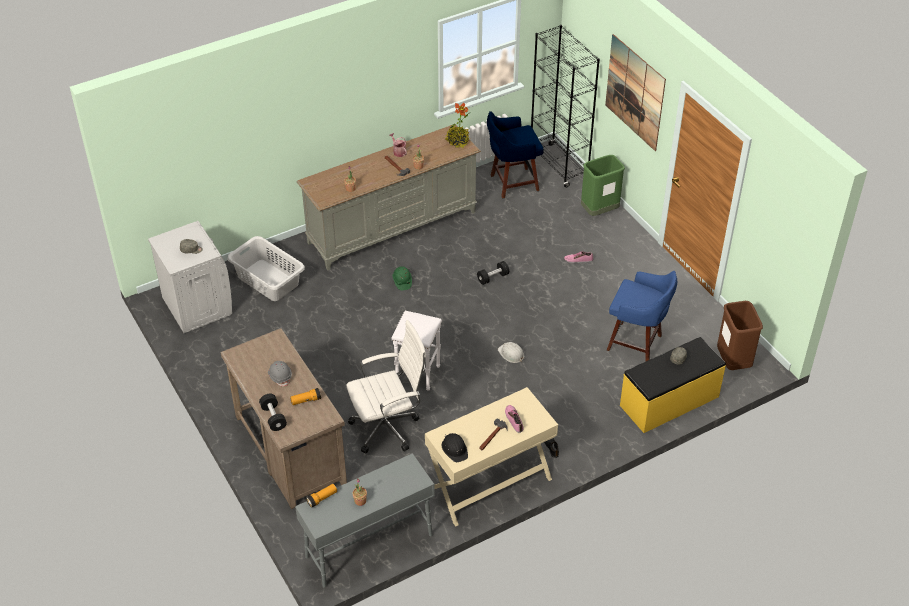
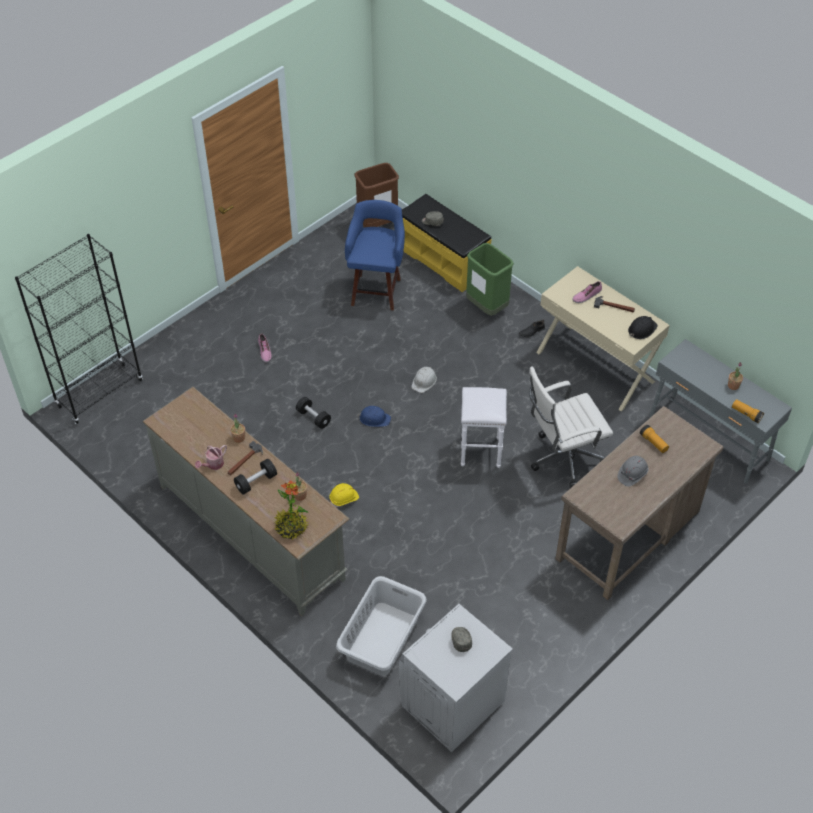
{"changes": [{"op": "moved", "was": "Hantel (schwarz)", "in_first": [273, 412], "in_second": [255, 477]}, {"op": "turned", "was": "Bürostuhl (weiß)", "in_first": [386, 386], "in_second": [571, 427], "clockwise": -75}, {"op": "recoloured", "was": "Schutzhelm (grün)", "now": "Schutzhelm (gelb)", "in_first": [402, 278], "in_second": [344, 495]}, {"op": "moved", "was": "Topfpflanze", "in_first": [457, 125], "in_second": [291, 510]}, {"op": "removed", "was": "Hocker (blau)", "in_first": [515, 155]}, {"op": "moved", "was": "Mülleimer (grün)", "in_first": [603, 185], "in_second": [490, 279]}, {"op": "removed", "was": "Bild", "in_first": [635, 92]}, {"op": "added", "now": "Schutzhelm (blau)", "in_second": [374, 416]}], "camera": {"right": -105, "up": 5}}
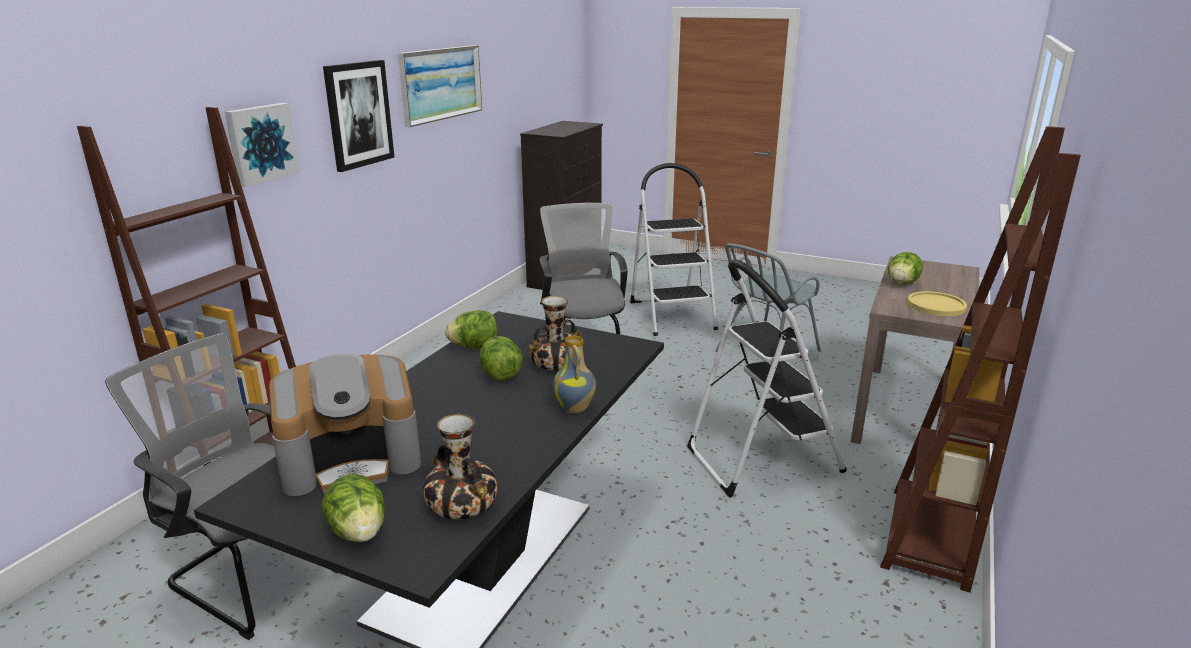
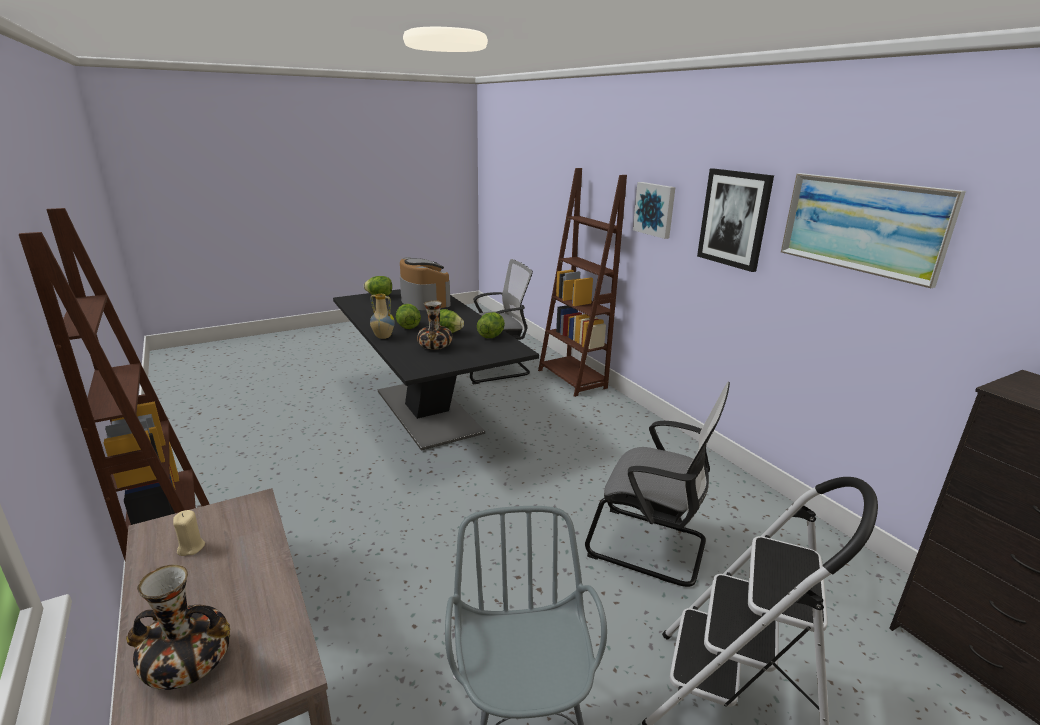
{"changes": [{"op": "turned", "was": "Kaffeemaschine", "in_first": [345, 425], "in_second": [425, 283], "clockwise": 135}, {"op": "moved", "was": "Vase", "in_first": [460, 466], "in_second": [178, 627]}, {"op": "removed", "was": "Trittleiter", "in_first": [767, 378]}, {"op": "moved", "was": "Salatkopf", "in_first": [905, 268], "in_second": [408, 316]}, {"op": "replaced", "was": "Teller (gelb)", "now": "Kerze (beige)", "in_first": [937, 303], "in_second": [189, 533]}], "camera": {"right": 125, "up": 0}}
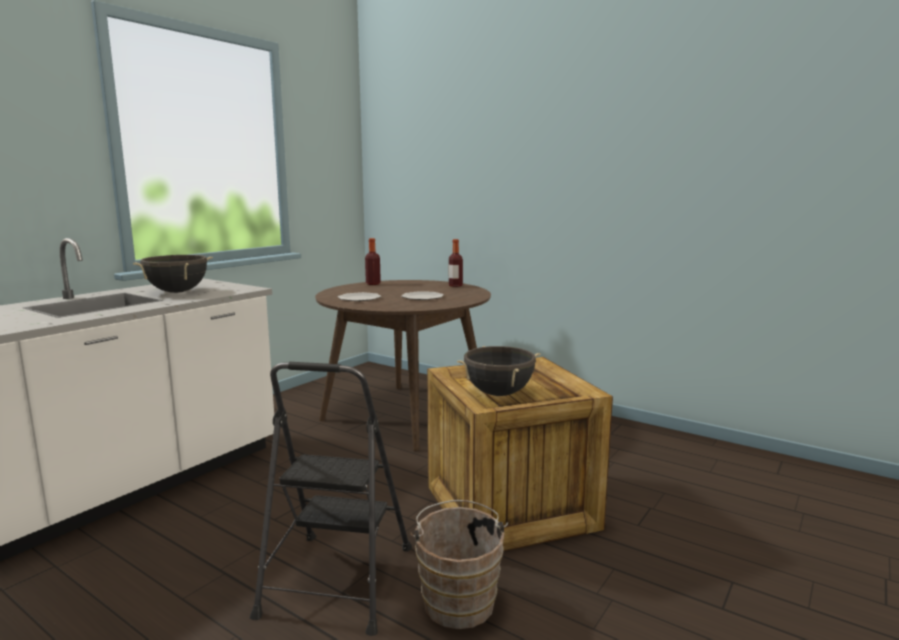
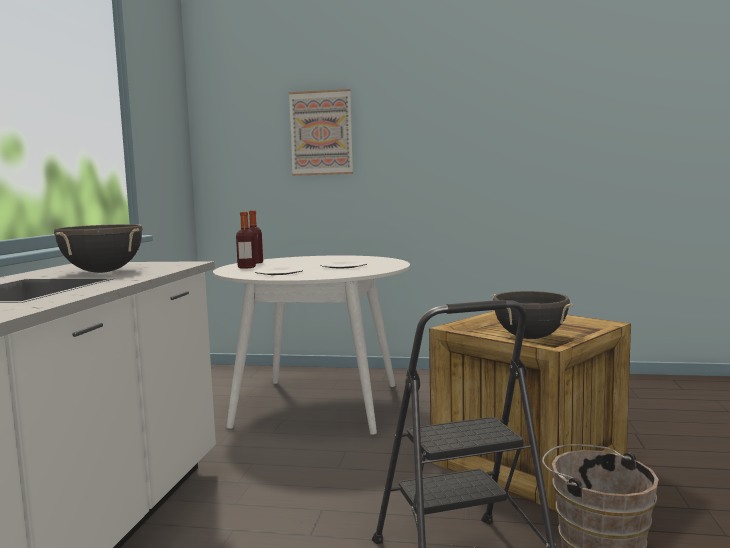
{"changes": [{"op": "recoloured", "was": "Esstisch (braun)", "now": "Esstisch (weiß)", "in_first": [403, 365], "in_second": [311, 345]}, {"op": "moved", "was": "Flasche", "in_first": [456, 263], "in_second": [246, 240]}, {"op": "added", "now": "Bild", "in_second": [321, 132]}], "camera": {"right": -25, "up": -5}}
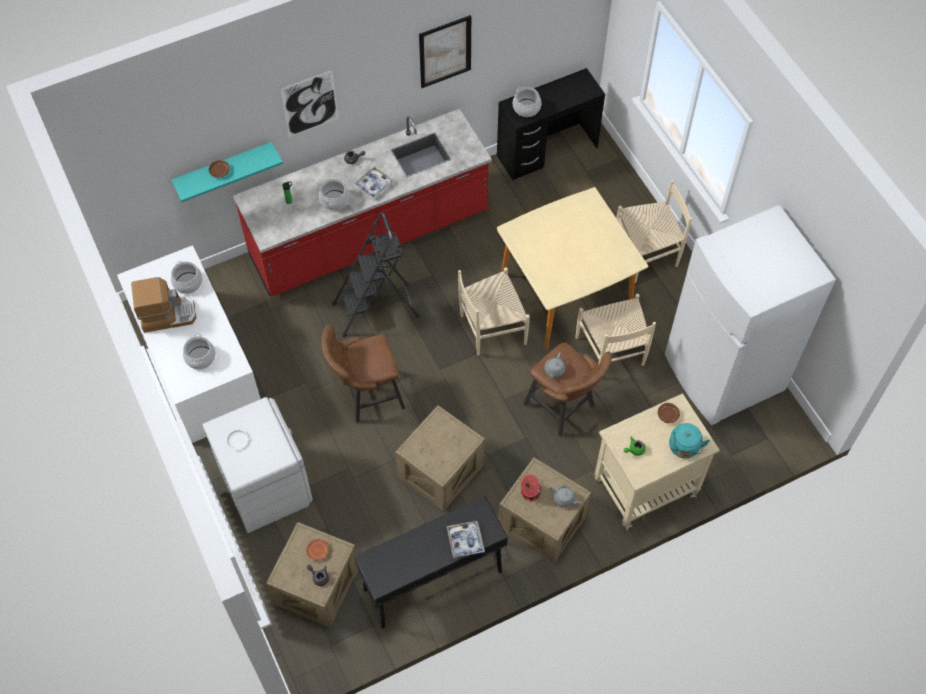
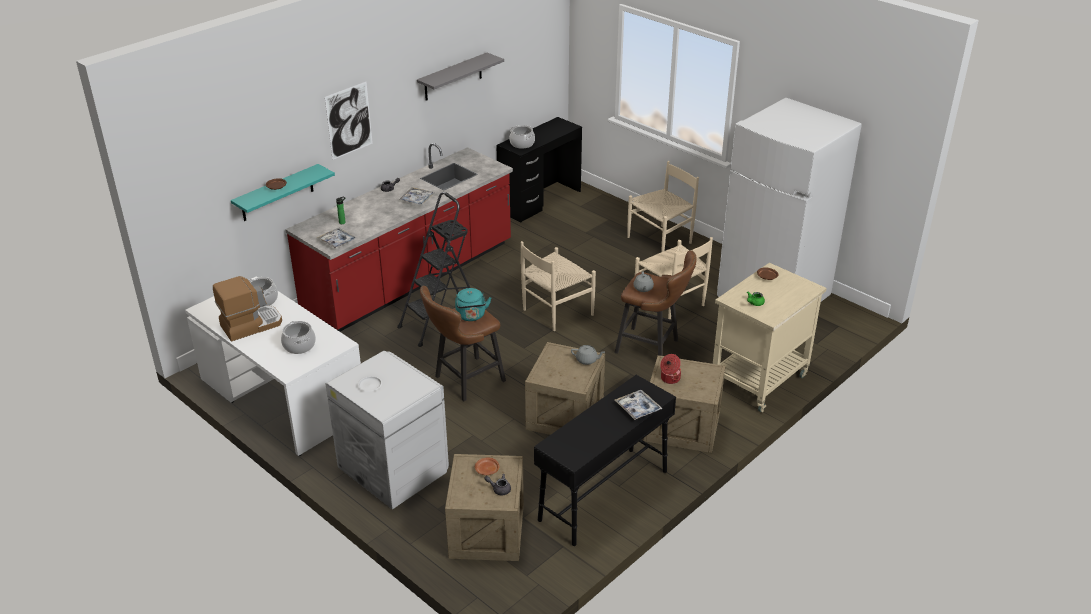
{"changes": [{"op": "removed", "was": "Kochtopf", "in_first": [334, 194]}, {"op": "replaced", "was": "Bild", "now": "Wandregal (grau)", "in_first": [445, 51], "in_second": [460, 77]}, {"op": "removed", "was": "Esstisch (beige)", "in_first": [573, 268]}, {"op": "moved", "was": "Teekanne (grau)", "in_first": [565, 497], "in_second": [588, 355]}, {"op": "moved", "was": "Wasserkessel (türkis)", "in_first": [689, 440], "in_second": [473, 304]}, {"op": "added", "now": "Tablett", "in_second": [336, 238]}], "camera": {"right": -20, "up": -25}}
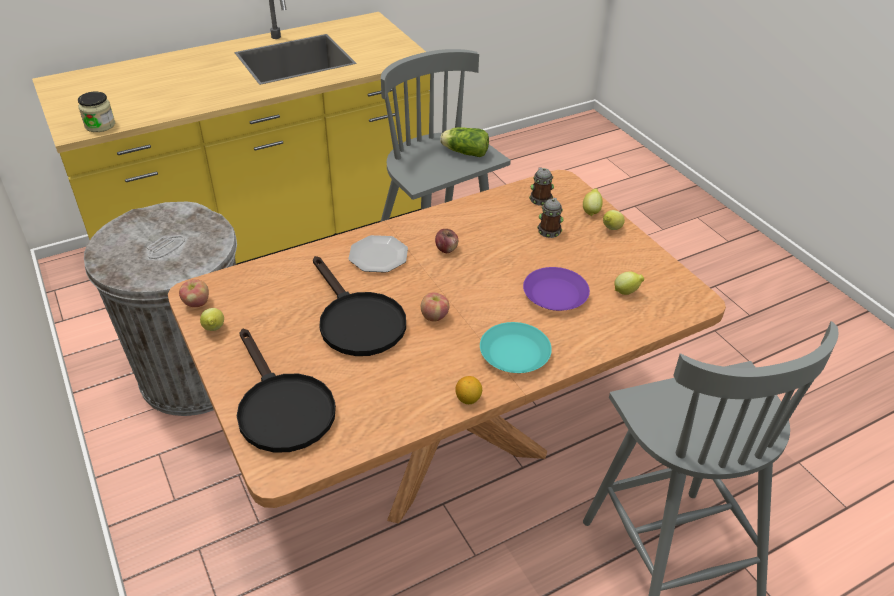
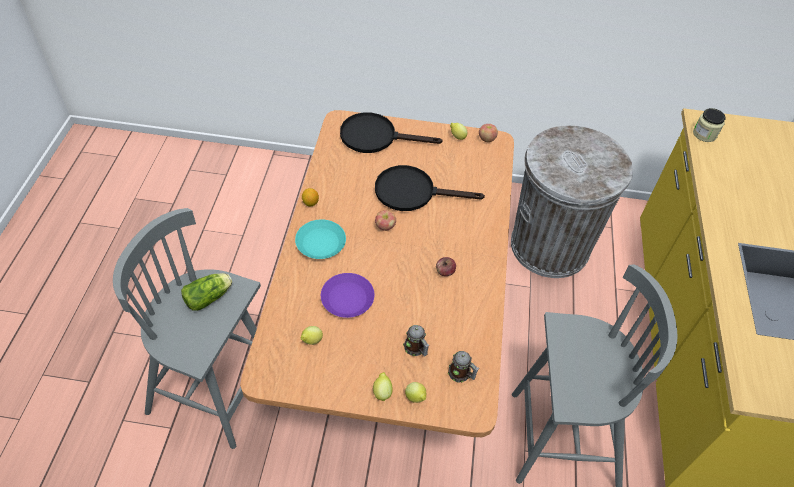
{"changes": [{"op": "removed", "was": "Teller", "in_first": [378, 254]}, {"op": "moved", "was": "Salatkopf", "in_first": [464, 142], "in_second": [206, 292]}], "camera": {"right": 125, "up": 10}}
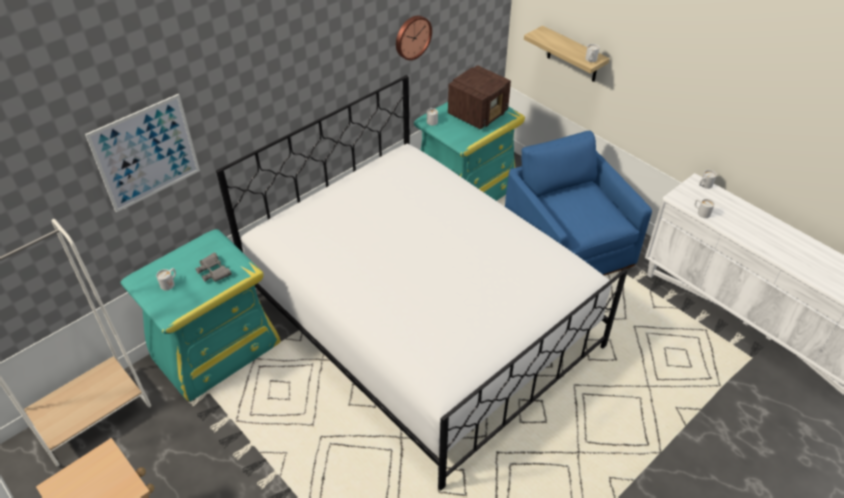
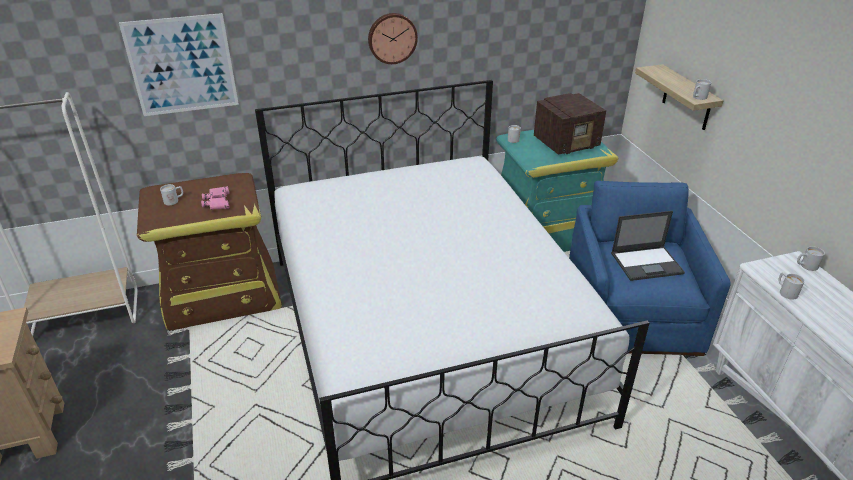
{"changes": [{"op": "recoloured", "was": "Nachttisch (türkis)", "now": "Nachttisch (braun)", "in_first": [200, 315], "in_second": [209, 251]}, {"op": "recoloured", "was": "Fernglas (grau)", "now": "Fernglas (rosa)", "in_first": [213, 267], "in_second": [215, 198]}, {"op": "moved", "was": "Wanduhr", "in_first": [414, 38], "in_second": [393, 38]}, {"op": "added", "now": "Laptop", "in_second": [648, 246]}], "camera": {"right": 25, "up": -10}}
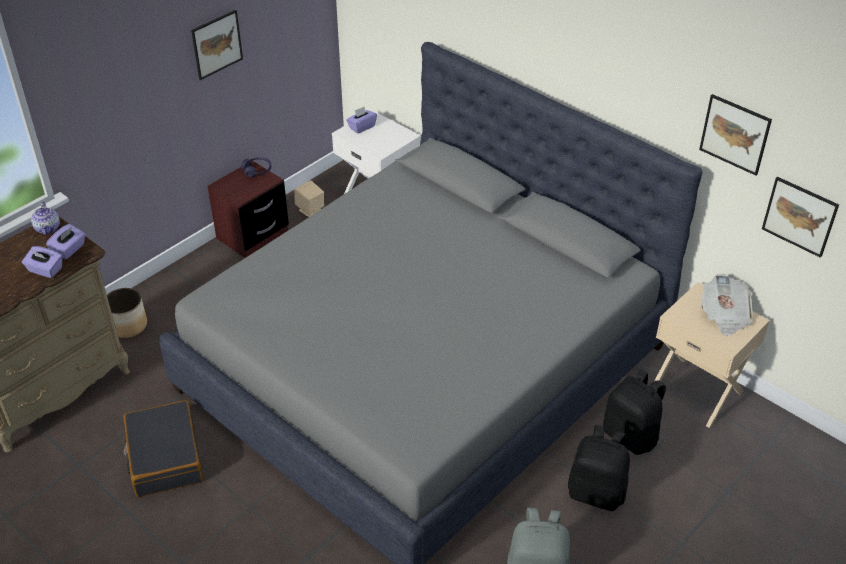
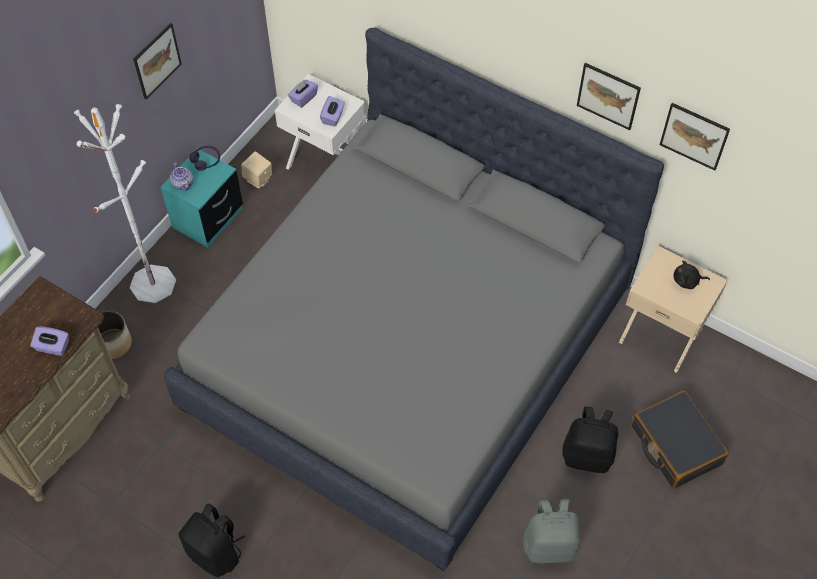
{"changes": [{"op": "moved", "was": "Teekanne", "in_first": [45, 218], "in_second": [181, 176]}, {"op": "moved", "was": "Taschentuchbox (lila)", "in_first": [65, 241], "in_second": [332, 111]}, {"op": "moved", "was": "Koffer (schwarz)", "in_first": [163, 448], "in_second": [680, 439]}, {"op": "recoloured", "was": "Nachttisch (braun)", "now": "Nachttisch (türkis)", "in_first": [248, 209], "in_second": [202, 197]}, {"op": "moved", "was": "Rucksack (schwarz)", "in_first": [634, 412], "in_second": [212, 540]}, {"op": "replaced", "was": "Zeitung", "now": "Plüschtier (schwarz)", "in_first": [727, 305], "in_second": [691, 274]}, {"op": "moved", "was": "Bild", "in_first": [800, 217], "in_second": [609, 96]}, {"op": "added", "now": "Kleiderständer (weiß)", "in_second": [125, 203]}], "camera": {"right": -10, "up": 15}}
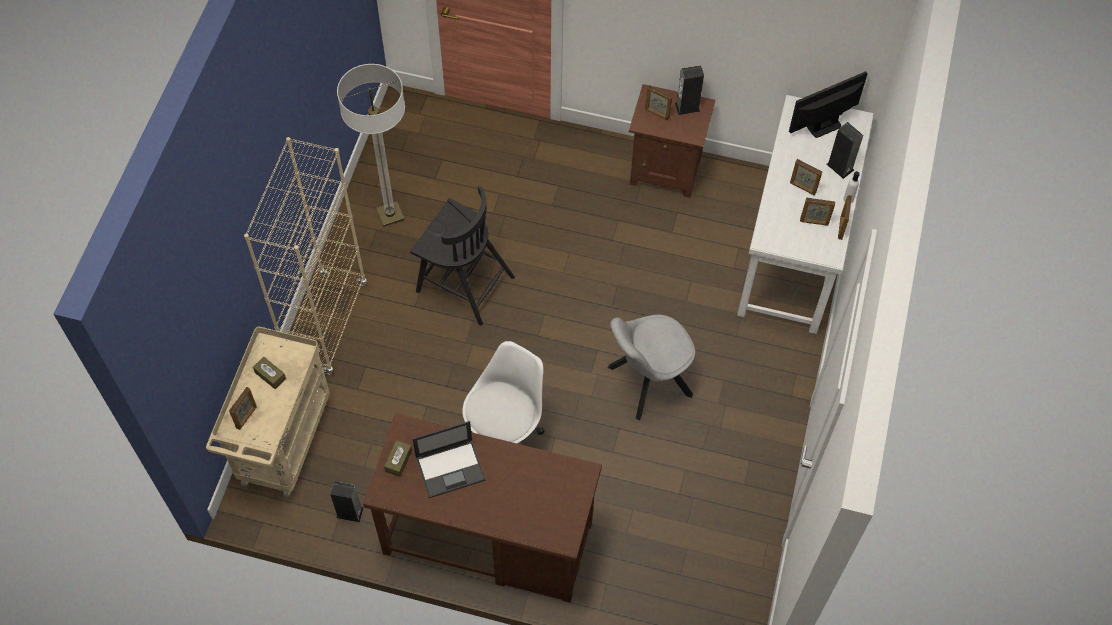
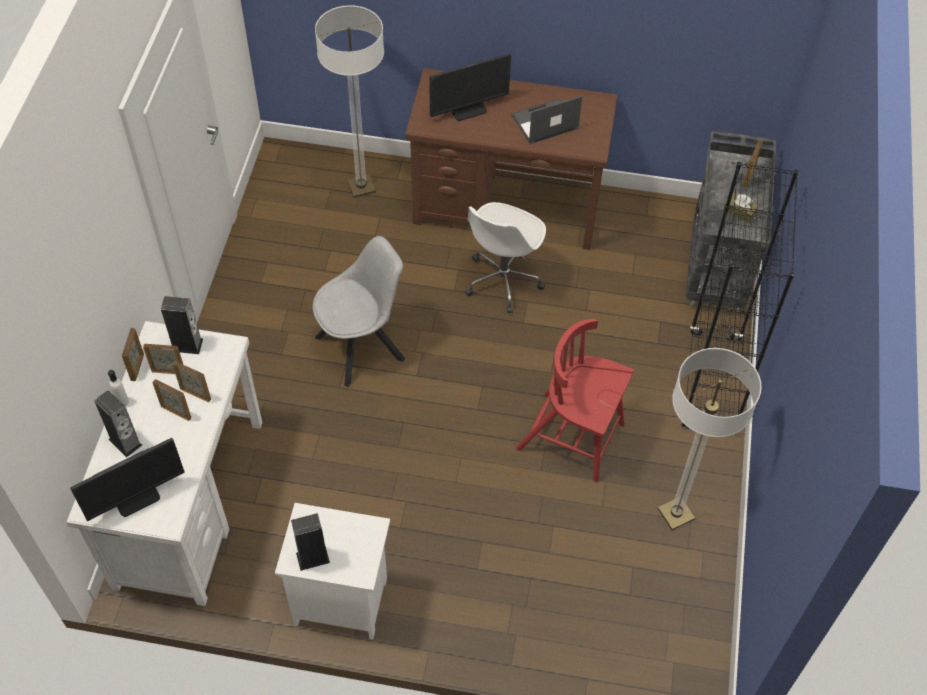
{"changes": [{"op": "recoloured", "was": "Rollwagen (beige)", "now": "Rollwagen (schwarz)", "in_first": [268, 412], "in_second": [731, 222]}, {"op": "recoloured", "was": "Bücherregal (beige)", "now": "Bücherregal (schwarz)", "in_first": [305, 256], "in_second": [740, 295]}, {"op": "moved", "was": "Lautsprecher", "in_first": [347, 502], "in_second": [182, 325]}, {"op": "removed", "was": "Taschentuchbox (braun)", "in_first": [398, 458]}, {"op": "recoloured", "was": "Stuhl (schwarz)", "now": "Stuhl (rot)", "in_first": [462, 255], "in_second": [575, 400]}, {"op": "recoloured", "was": "Nachttisch (braun)", "now": "Nachttisch (weiß)", "in_first": [672, 141], "in_second": [332, 571]}, {"op": "moved", "was": "Bilderrahmen", "in_first": [659, 102], "in_second": [192, 382]}, {"op": "added", "now": "Stehlampe", "in_second": [349, 101]}, {"op": "added", "now": "Monitor", "in_second": [470, 87]}], "camera": {"right": 175, "up": -5}}
